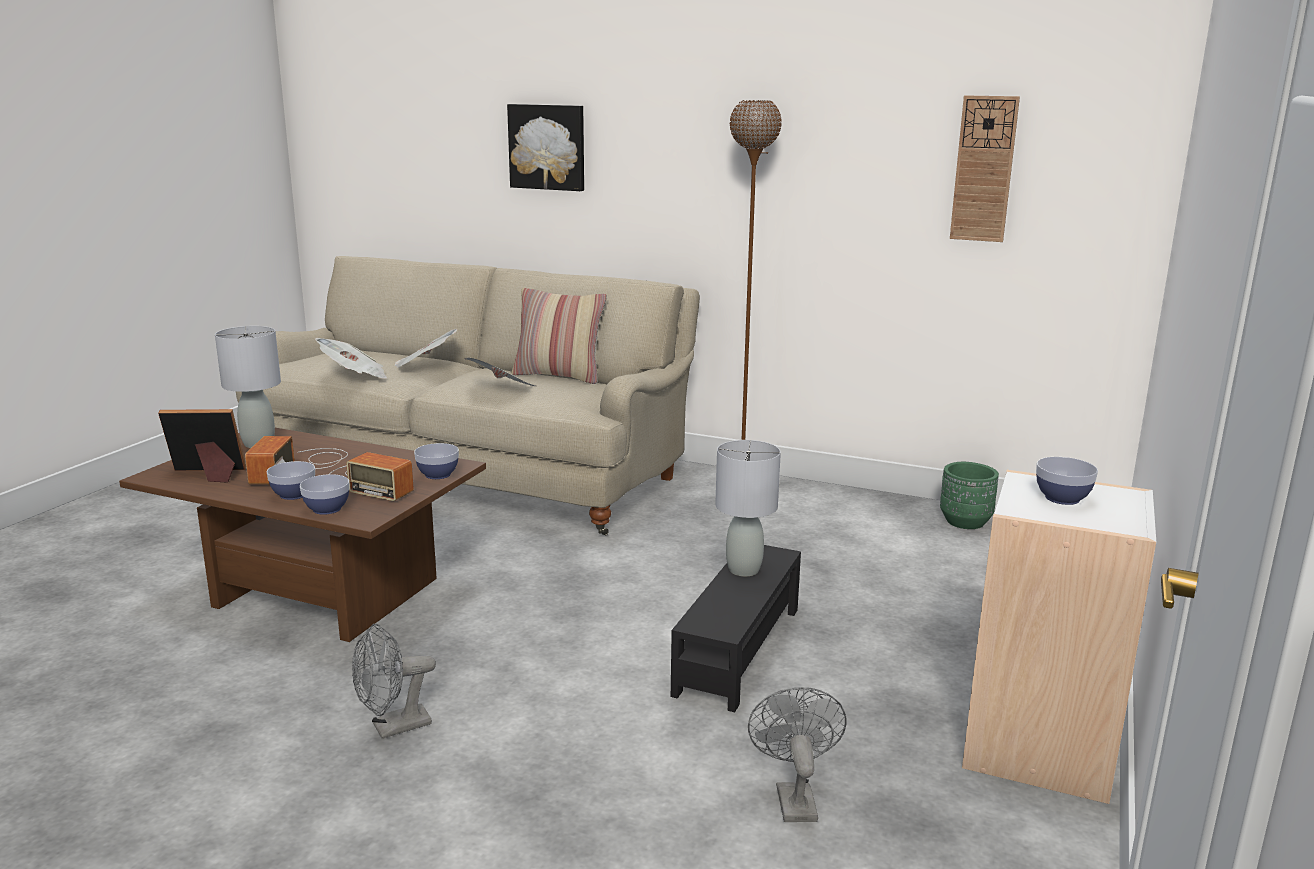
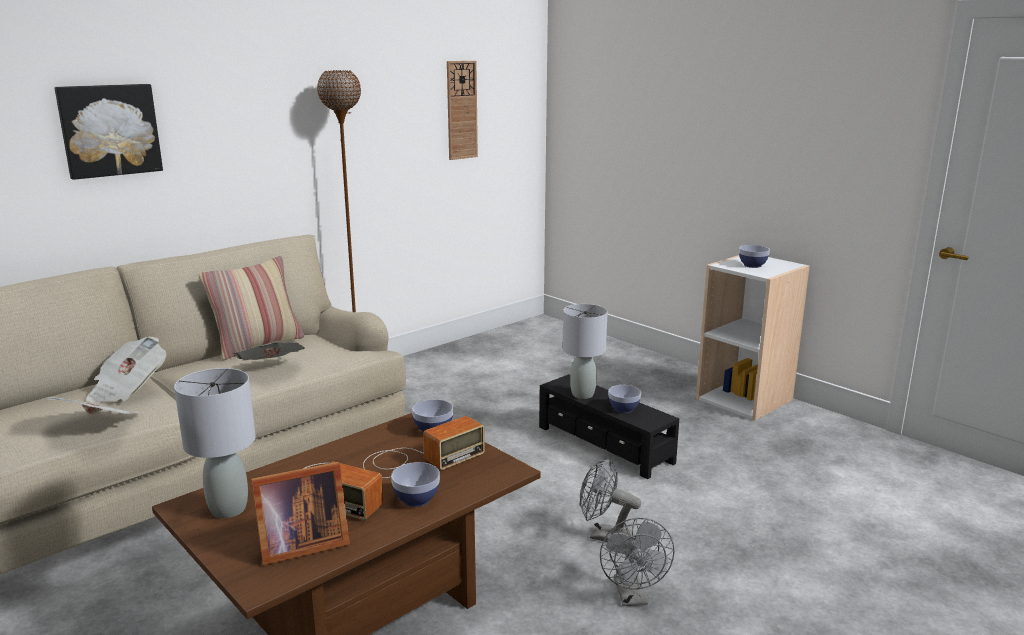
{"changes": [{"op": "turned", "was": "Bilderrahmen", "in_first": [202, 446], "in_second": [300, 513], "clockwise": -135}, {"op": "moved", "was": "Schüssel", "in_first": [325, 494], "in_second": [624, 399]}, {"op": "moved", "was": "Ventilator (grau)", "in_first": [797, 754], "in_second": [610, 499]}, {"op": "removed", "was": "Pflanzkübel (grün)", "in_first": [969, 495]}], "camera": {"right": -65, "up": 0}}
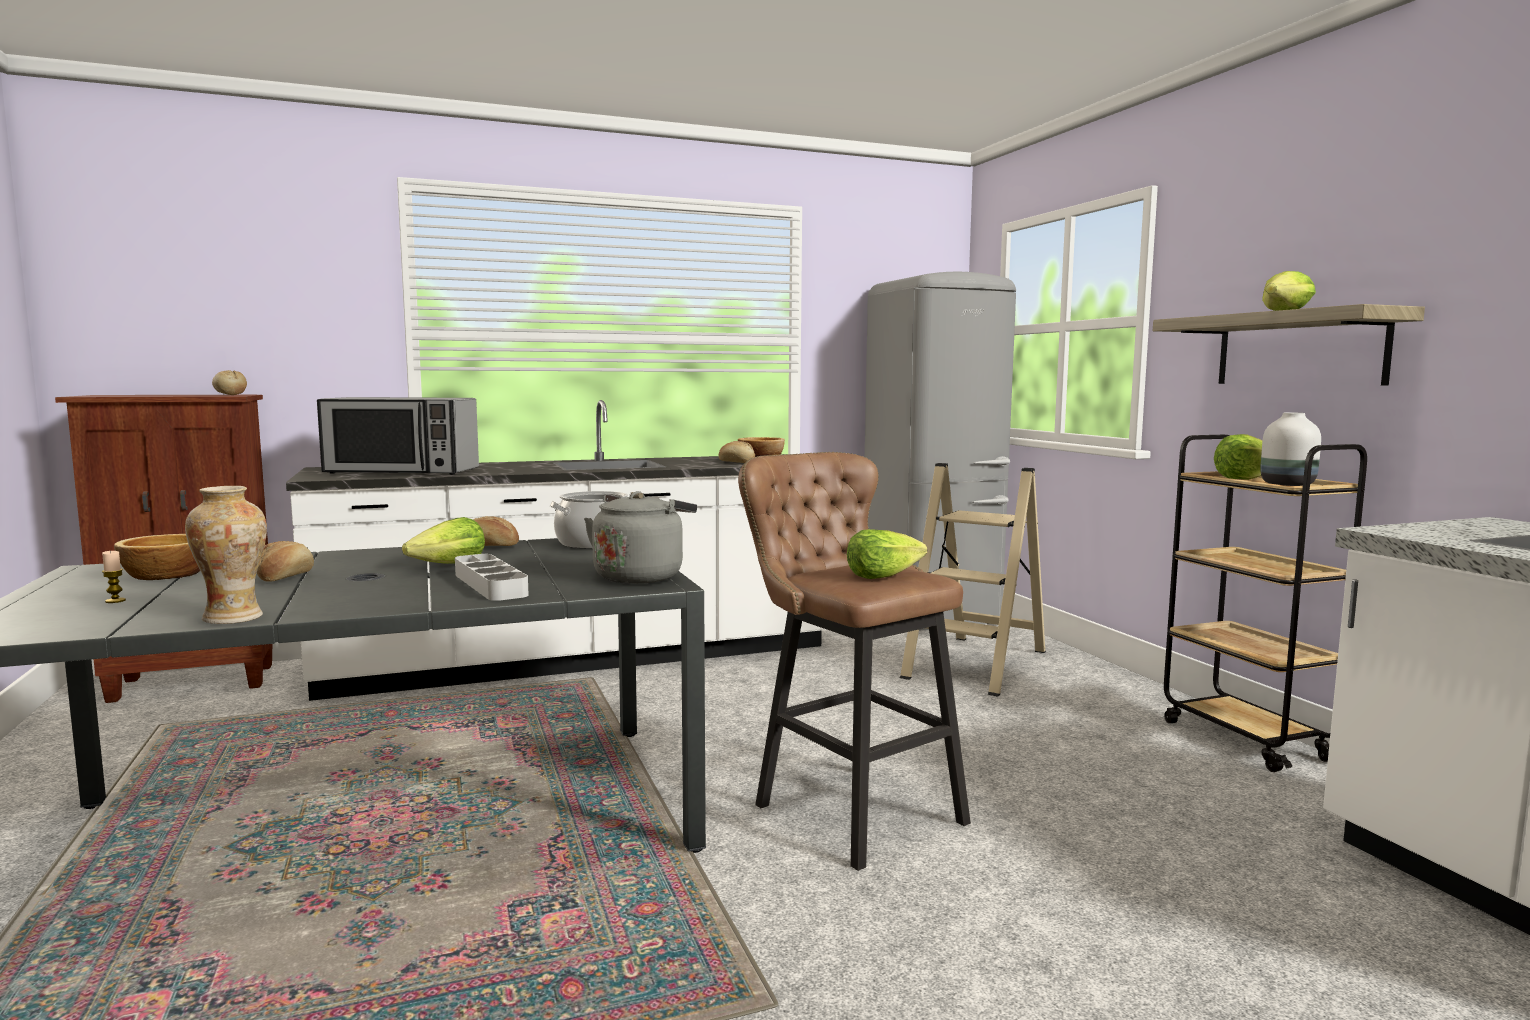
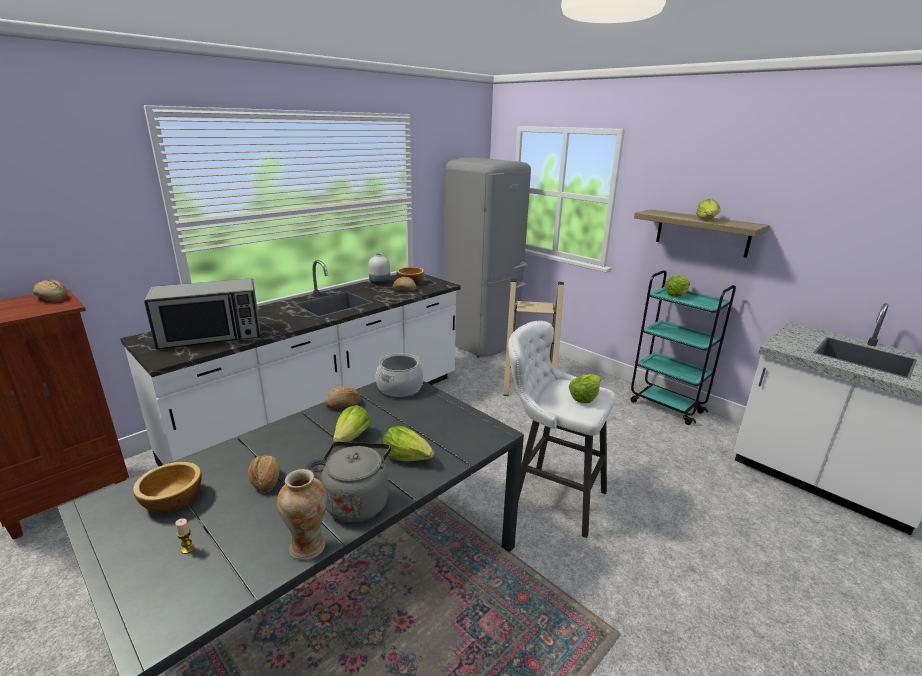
{"changes": [{"op": "replaced", "was": "Tablett (grau)", "now": "Salatkopf", "in_first": [492, 577], "in_second": [408, 443]}, {"op": "moved", "was": "Wasserkessel (grau)", "in_first": [640, 537], "in_second": [350, 482]}, {"op": "recoloured", "was": "Hocker (braun)", "now": "Hocker (weiß)", "in_first": [854, 661], "in_second": [562, 429]}, {"op": "recoloured", "was": "Rollwagen (braun)", "now": "Rollwagen (türkis)", "in_first": [1265, 603], "in_second": [683, 347]}, {"op": "moved", "was": "Vase (weiß)", "in_first": [1290, 449], "in_second": [379, 269]}], "camera": {"right": -25, "up": 15}}
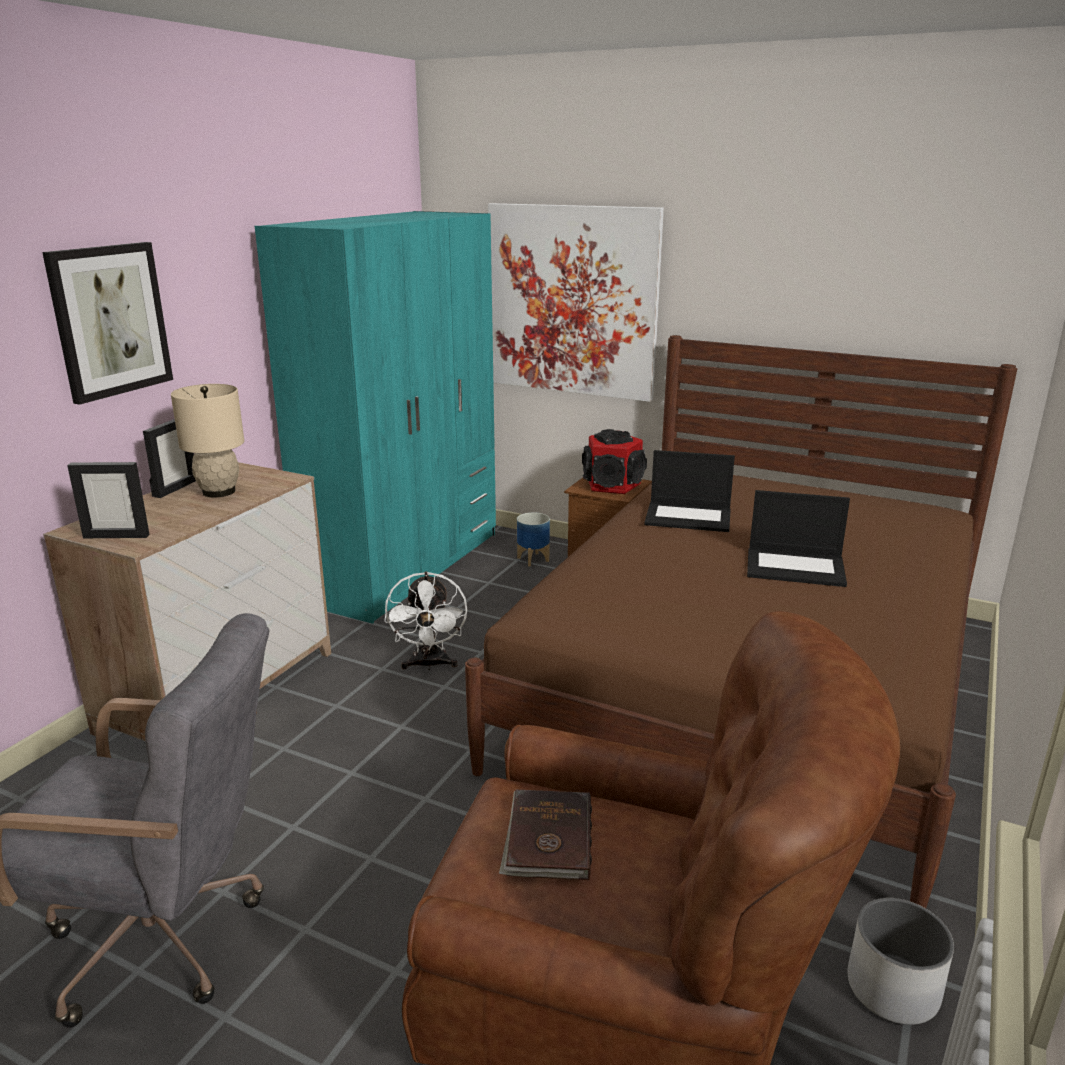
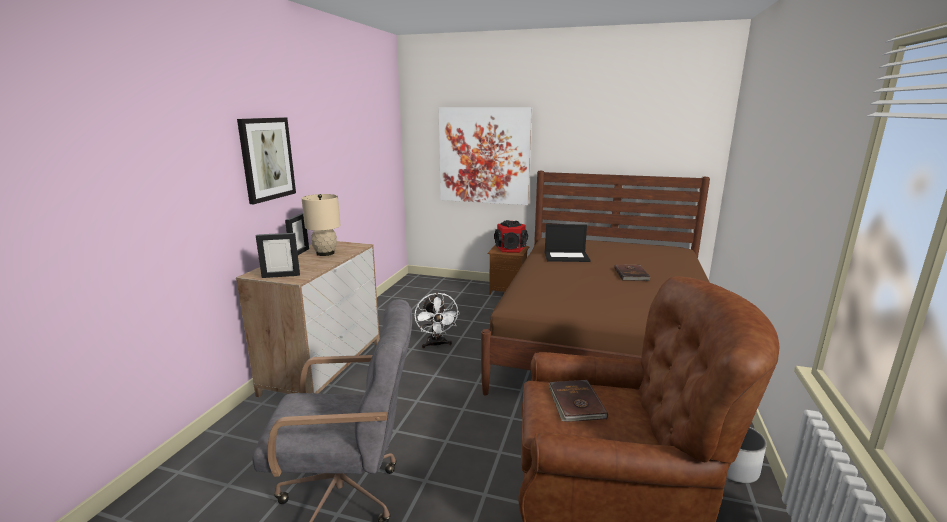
{"changes": [{"op": "removed", "was": "Kleiderschrank (türkis)", "in_first": [375, 417]}, {"op": "removed", "was": "Pflanzkübel", "in_first": [533, 539]}, {"op": "replaced", "was": "Laptop", "now": "Buch (braun)", "in_first": [798, 538], "in_second": [632, 272]}], "camera": {"right": -10, "up": -5}}
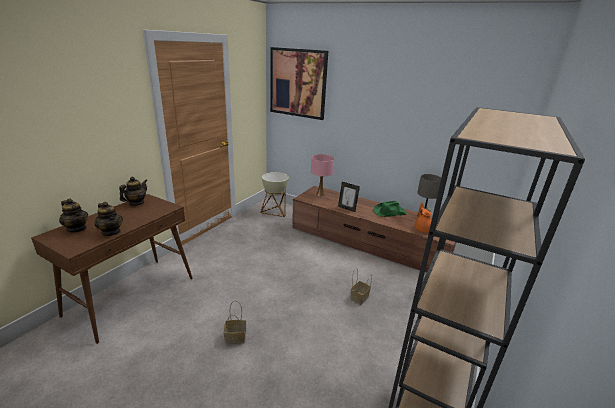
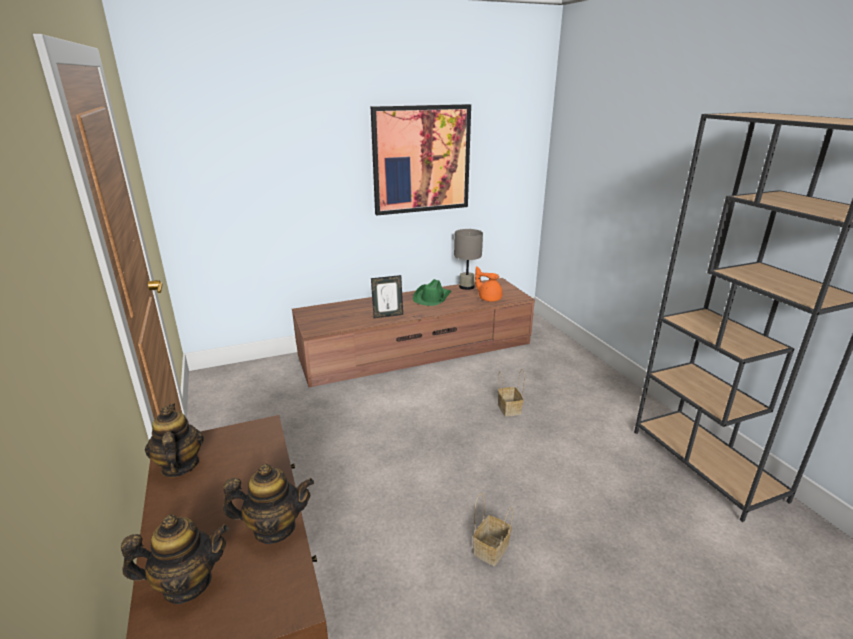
{"changes": [{"op": "removed", "was": "Pflanzkübel", "in_first": [274, 194]}, {"op": "moved", "was": "Bild", "in_first": [299, 83], "in_second": [421, 159]}, {"op": "removed", "was": "Tischlampe (rosa)", "in_first": [322, 175]}], "camera": {"right": -50, "up": 0}}
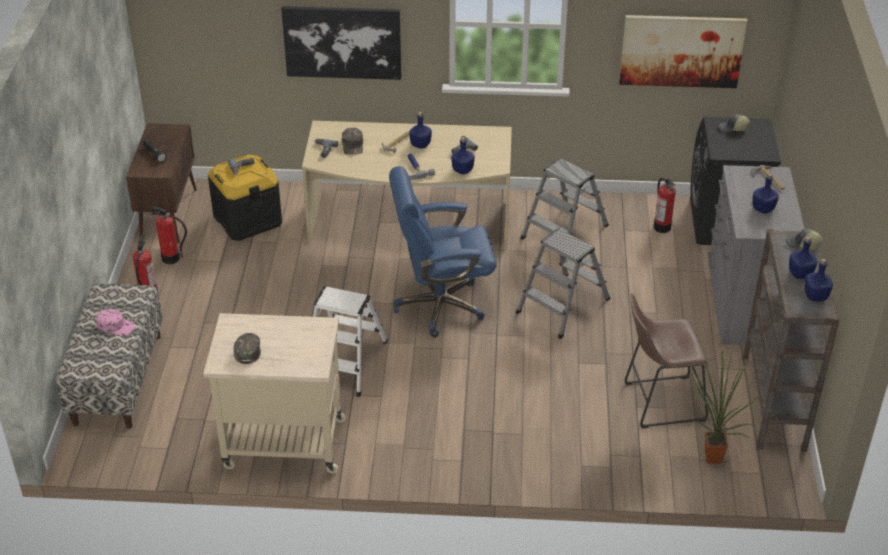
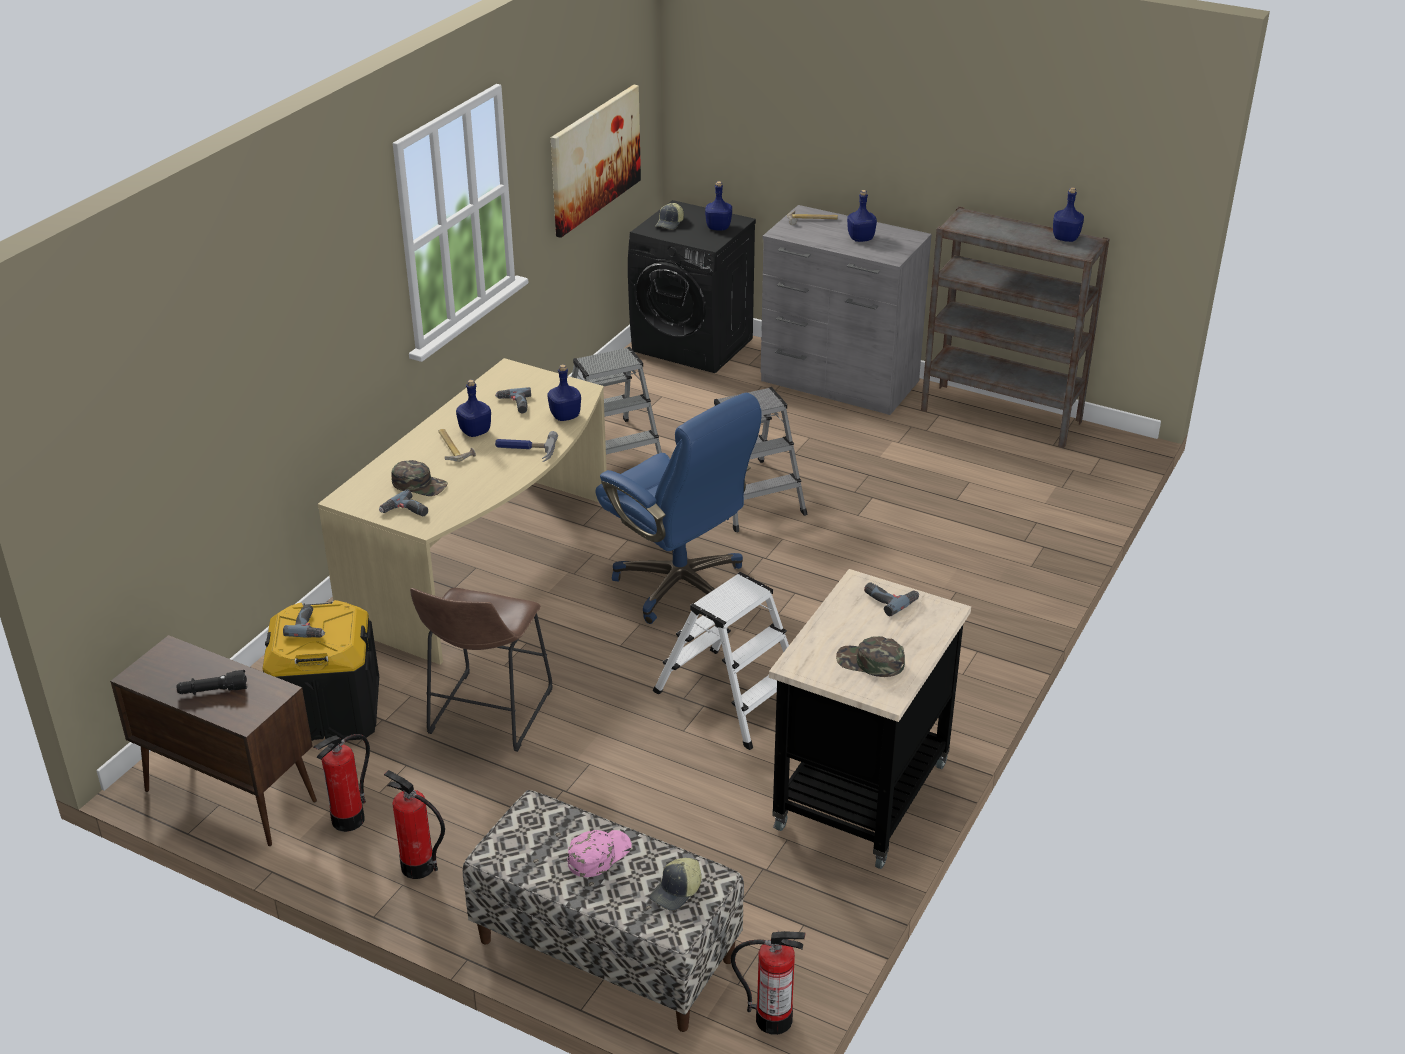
{"changes": [{"op": "recoloured", "was": "Rollwagen (beige)", "now": "Rollwagen (schwarz)", "in_first": [274, 393], "in_second": [870, 719]}, {"op": "removed", "was": "Bild", "in_first": [341, 43]}, {"op": "turned", "was": "Bürostuhl (blau)", "in_first": [443, 252], "in_second": [679, 508], "clockwise": -60}, {"op": "moved", "was": "Hocker (braun)", "in_first": [666, 361], "in_second": [481, 670]}, {"op": "moved", "was": "Feuerlöscher", "in_first": [665, 205], "in_second": [768, 983]}, {"op": "removed", "was": "Topfpflanze", "in_first": [724, 407]}, {"op": "moved", "was": "Kappe", "in_first": [804, 239], "in_second": [676, 884]}, {"op": "moved", "was": "Flasche (blau)", "in_first": [803, 258], "in_second": [718, 206]}, {"op": "added", "now": "Bohrmaschine", "in_second": [891, 599]}], "camera": {"right": -65, "up": -5}}
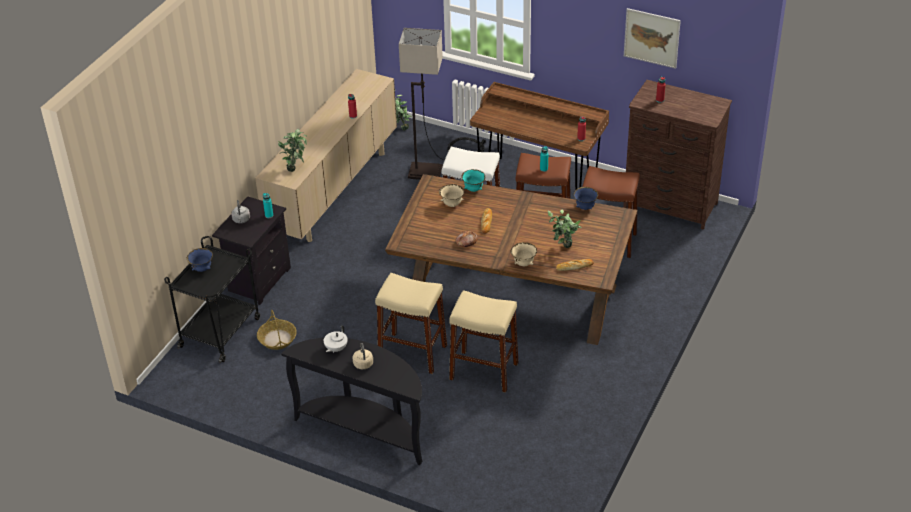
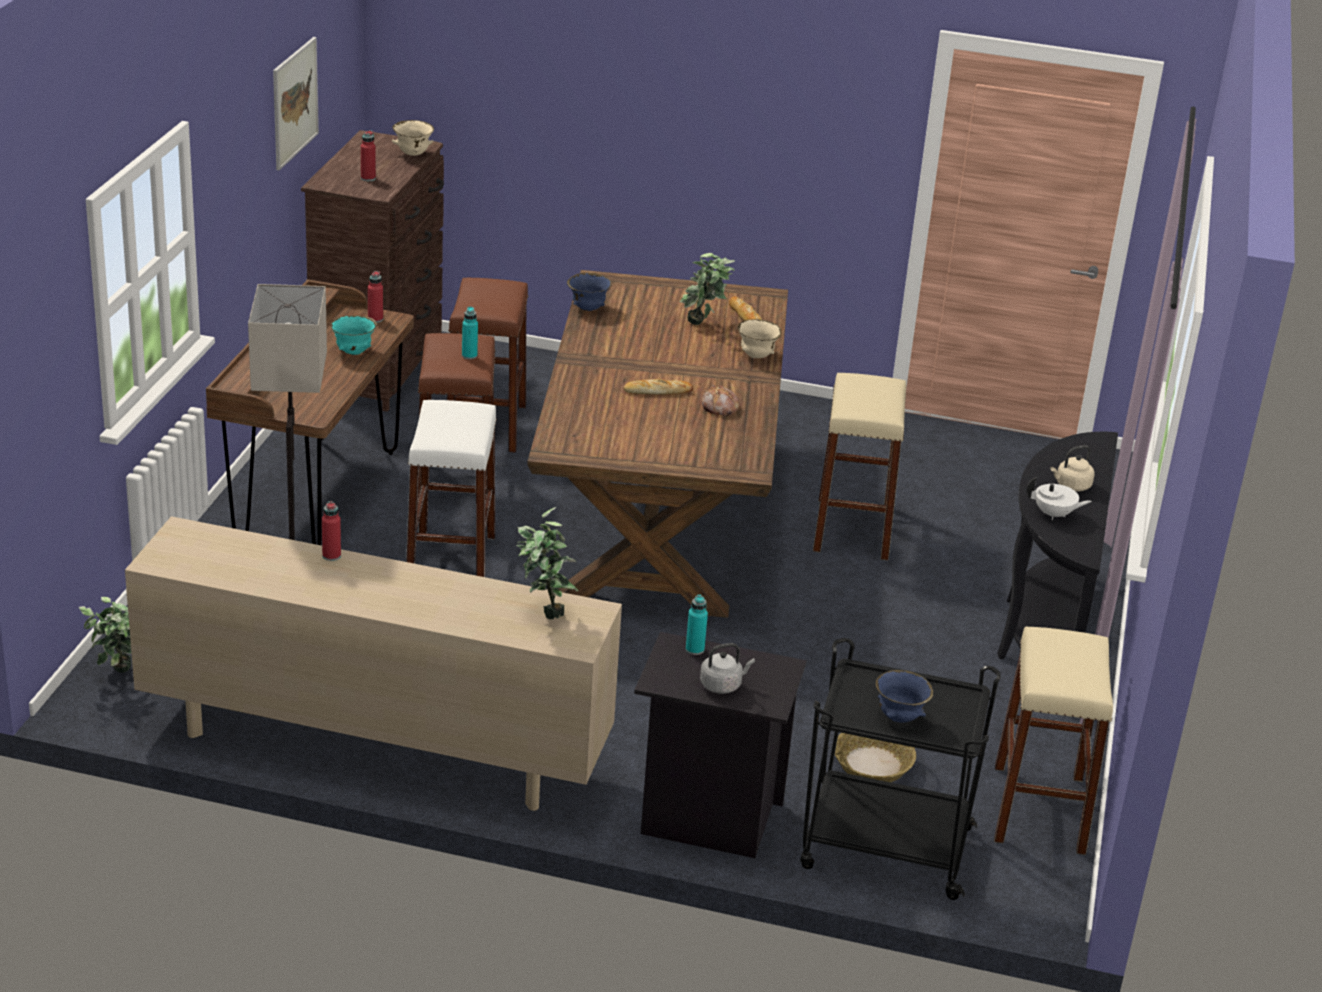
{"changes": [{"op": "moved", "was": "Hocker (beige)", "in_first": [411, 323], "in_second": [1053, 740]}, {"op": "moved", "was": "Schüssel (beige)", "in_first": [451, 195], "in_second": [413, 138]}, {"op": "moved", "was": "Schüssel (türkis)", "in_first": [473, 180], "in_second": [354, 335]}], "camera": {"right": -105, "up": -10}}
